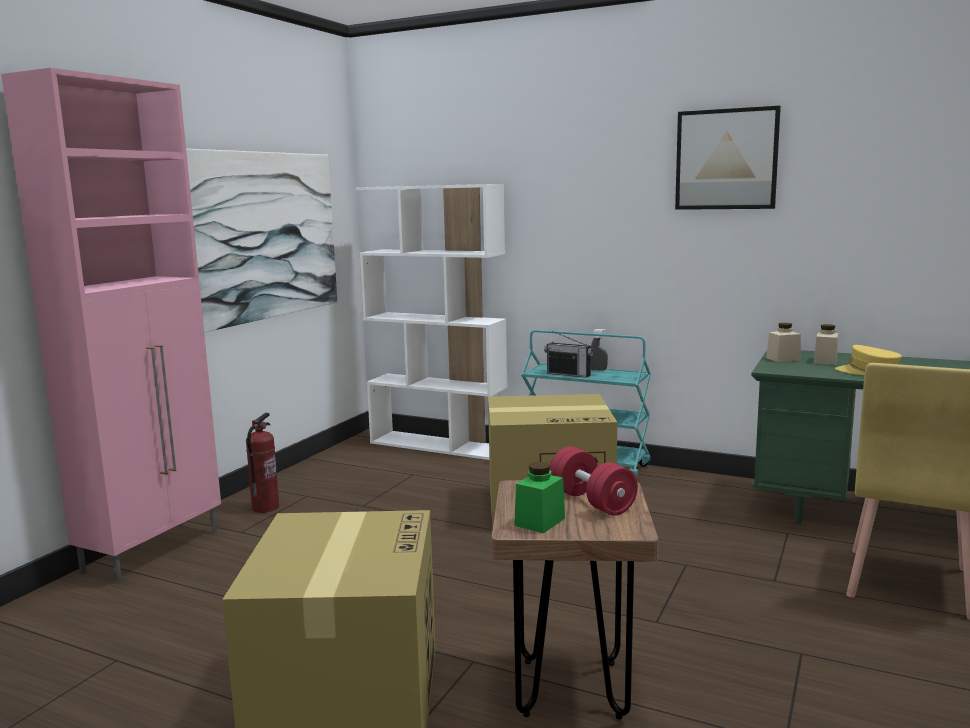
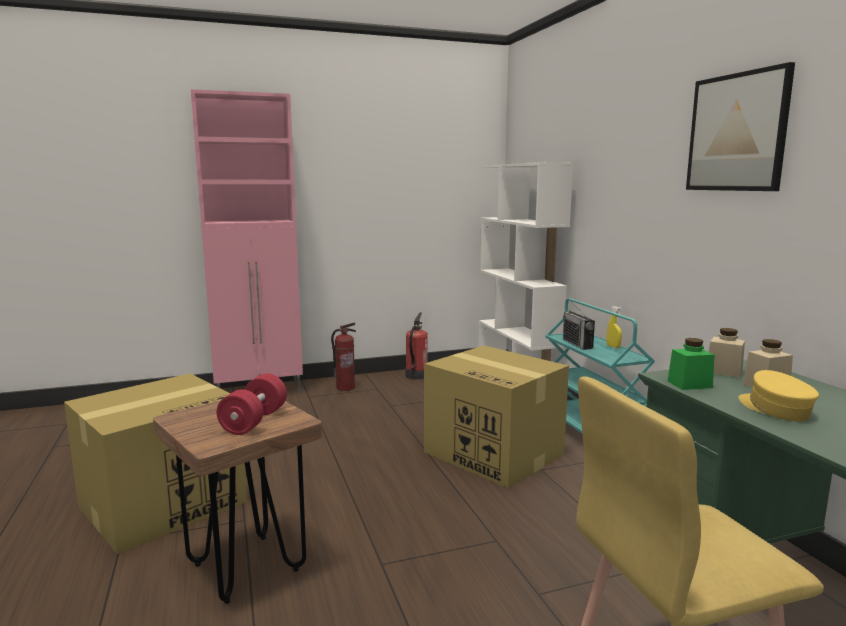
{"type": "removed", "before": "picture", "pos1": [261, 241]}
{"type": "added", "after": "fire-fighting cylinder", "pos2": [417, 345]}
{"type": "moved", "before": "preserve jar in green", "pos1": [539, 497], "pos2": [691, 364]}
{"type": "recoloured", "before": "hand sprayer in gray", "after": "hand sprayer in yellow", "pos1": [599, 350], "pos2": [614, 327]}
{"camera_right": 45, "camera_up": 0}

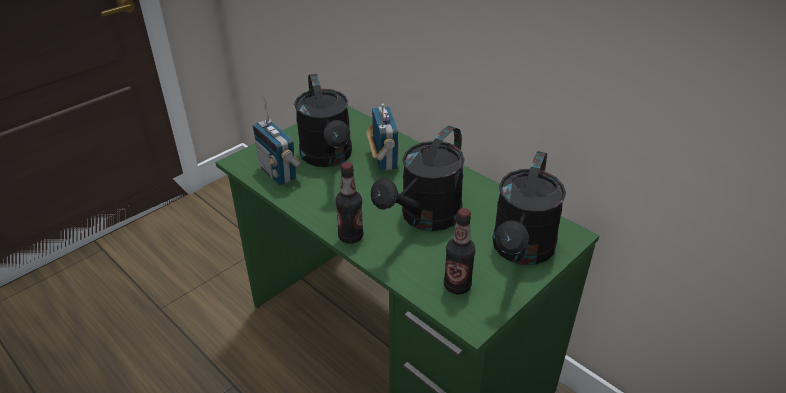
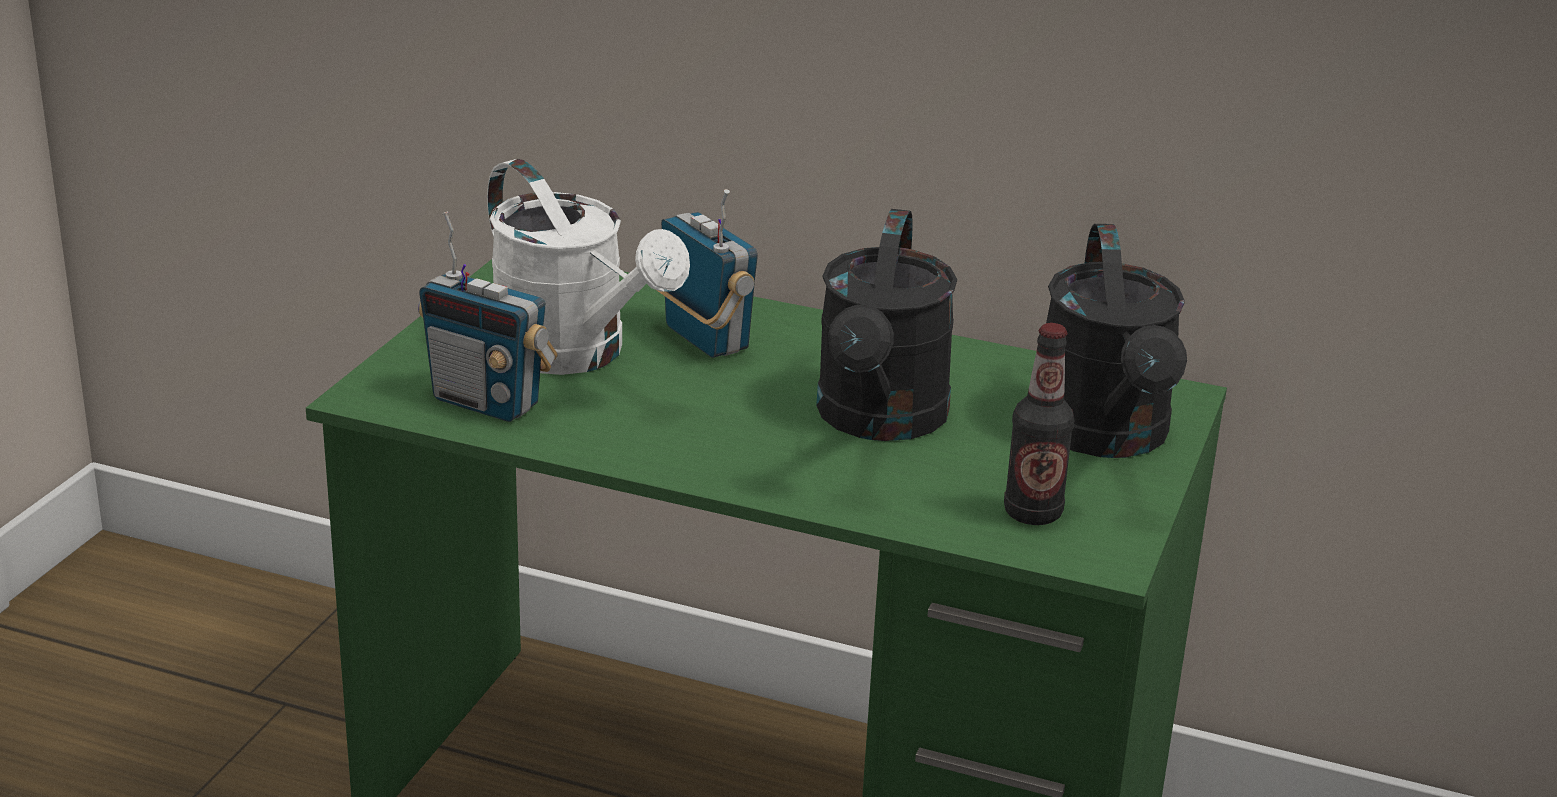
{"type": "removed", "before": "beverage bottle", "pos1": [349, 203]}
{"type": "recoloured", "before": "sprinkling can in black-coloured", "after": "sprinkling can in white-coloured", "pos1": [323, 120], "pos2": [588, 267]}
{"camera_right": -25, "camera_up": -10}

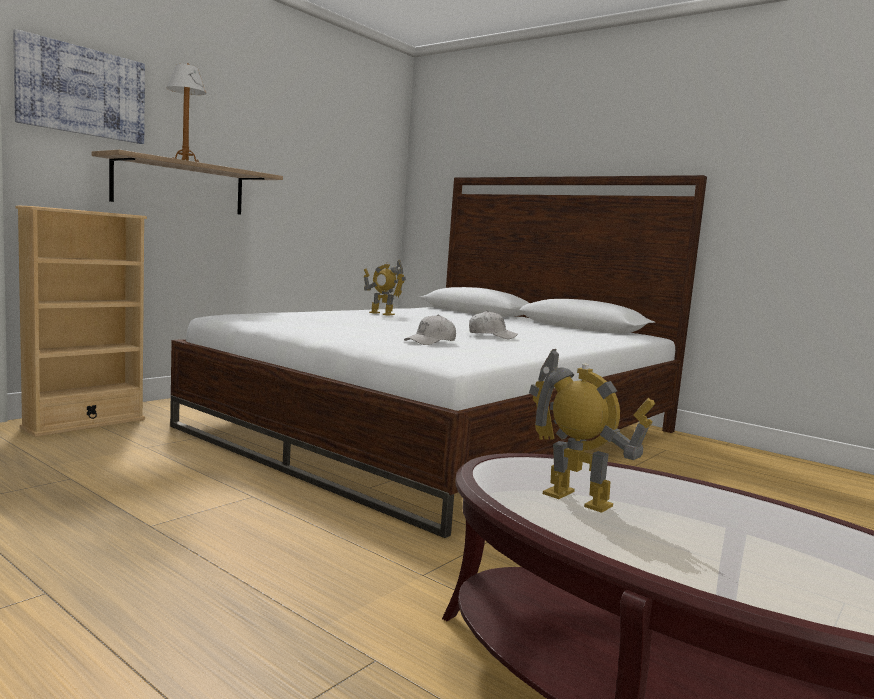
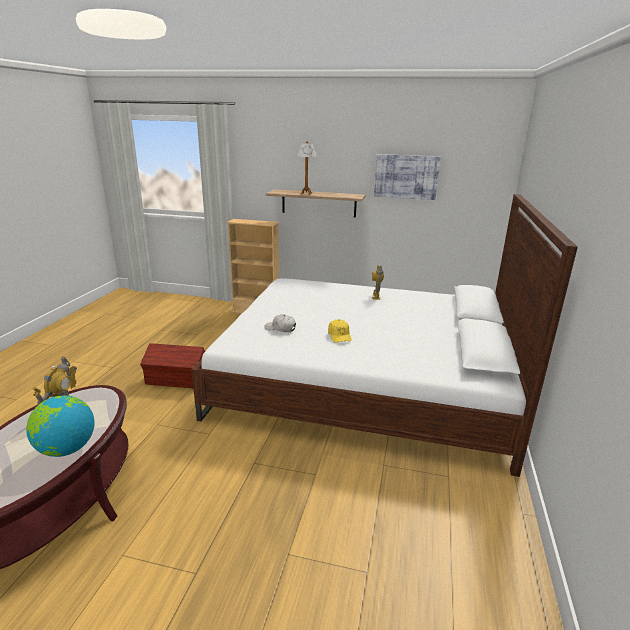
{"type": "added", "after": "desk globe", "pos2": [60, 426]}
{"type": "added", "after": "storage box in brown", "pos2": [172, 365]}
{"type": "moved", "before": "picture", "pos1": [79, 86], "pos2": [407, 177]}
{"type": "recoloured", "before": "peaked cap in white-coloured", "after": "peaked cap in yellow", "pos1": [493, 325], "pos2": [340, 331]}
{"camera_right": 65, "camera_up": 15}

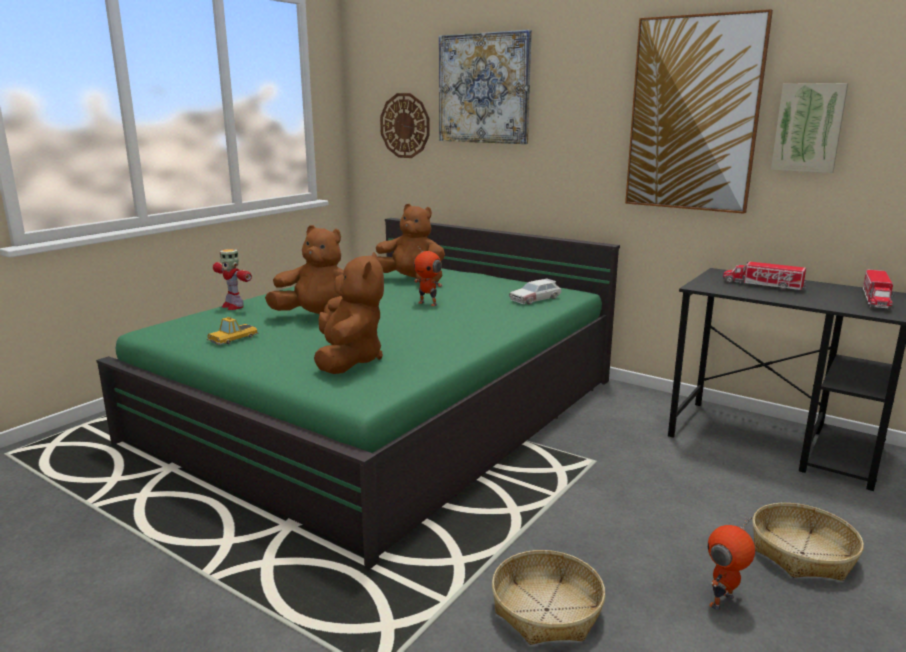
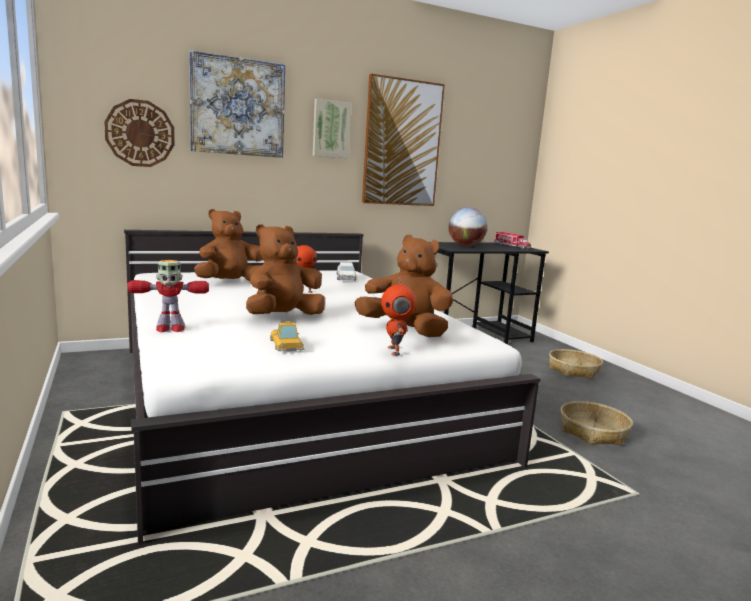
{"type": "moved", "before": "toy robot", "pos1": [731, 563], "pos2": [398, 316]}
{"type": "moved", "before": "picture", "pos1": [809, 128], "pos2": [332, 128]}
{"type": "replaced", "before": "toy truck", "after": "desk globe", "pos1": [764, 275], "pos2": [468, 226]}
{"type": "recoloured", "before": "bed in green", "after": "bed in white-coloured", "pos1": [358, 394], "pos2": [332, 387]}
{"camera_right": -60, "camera_up": -5}

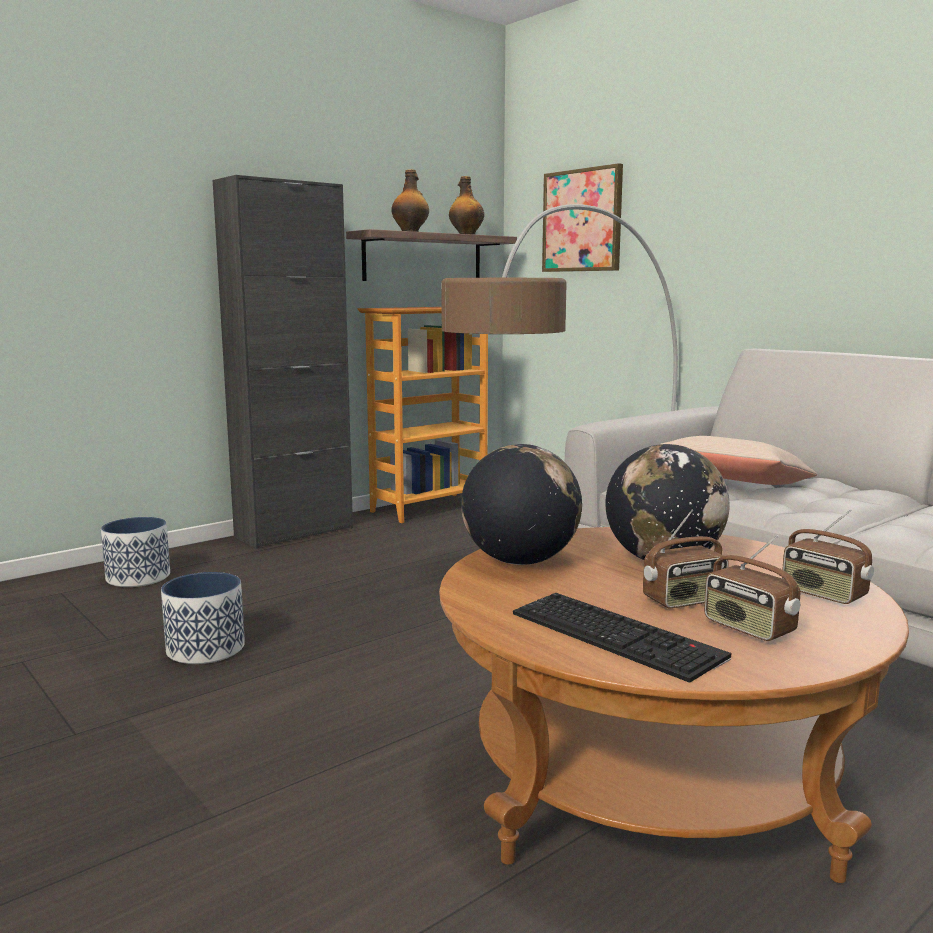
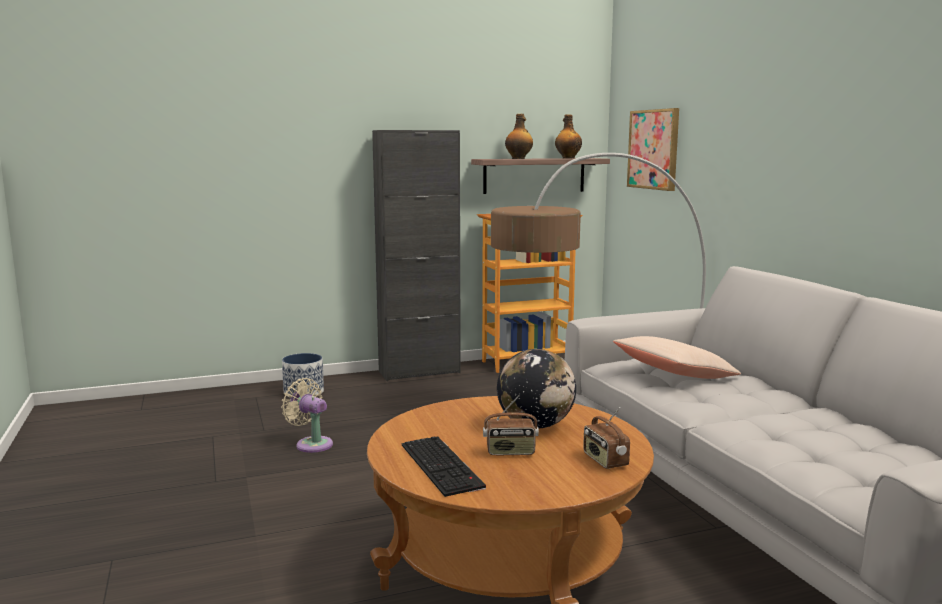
{"type": "removed", "before": "desk globe", "pos1": [521, 504]}
{"type": "removed", "before": "radio set", "pos1": [752, 588]}
{"type": "replaced", "before": "plant pot", "after": "fan in beige", "pos1": [203, 618], "pos2": [307, 415]}
{"camera_right": 20, "camera_up": 0}

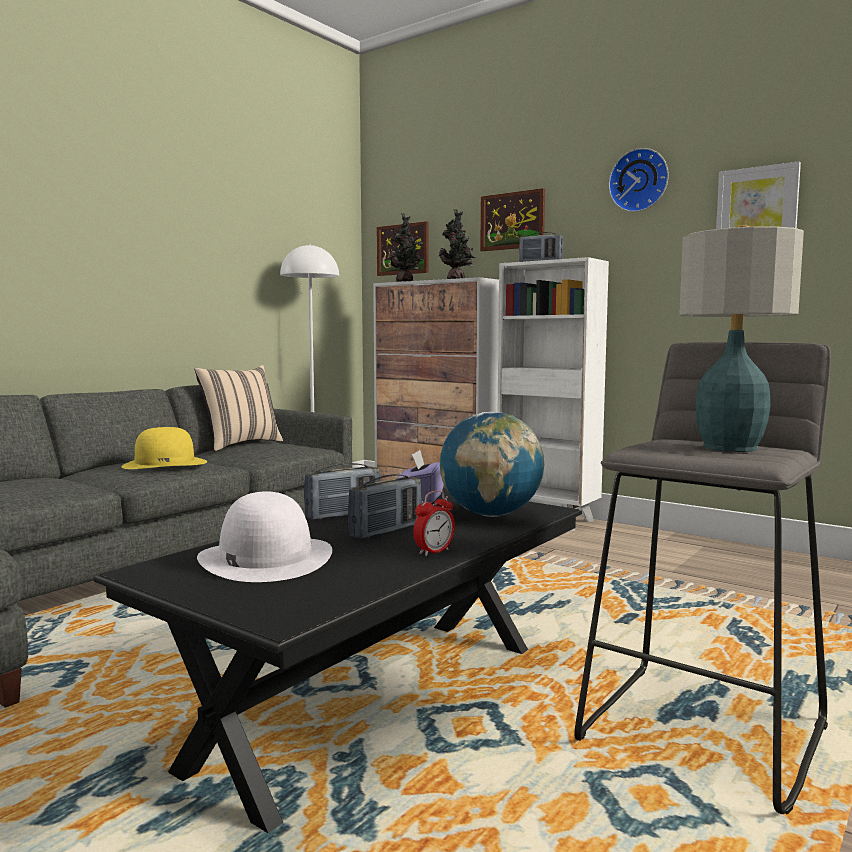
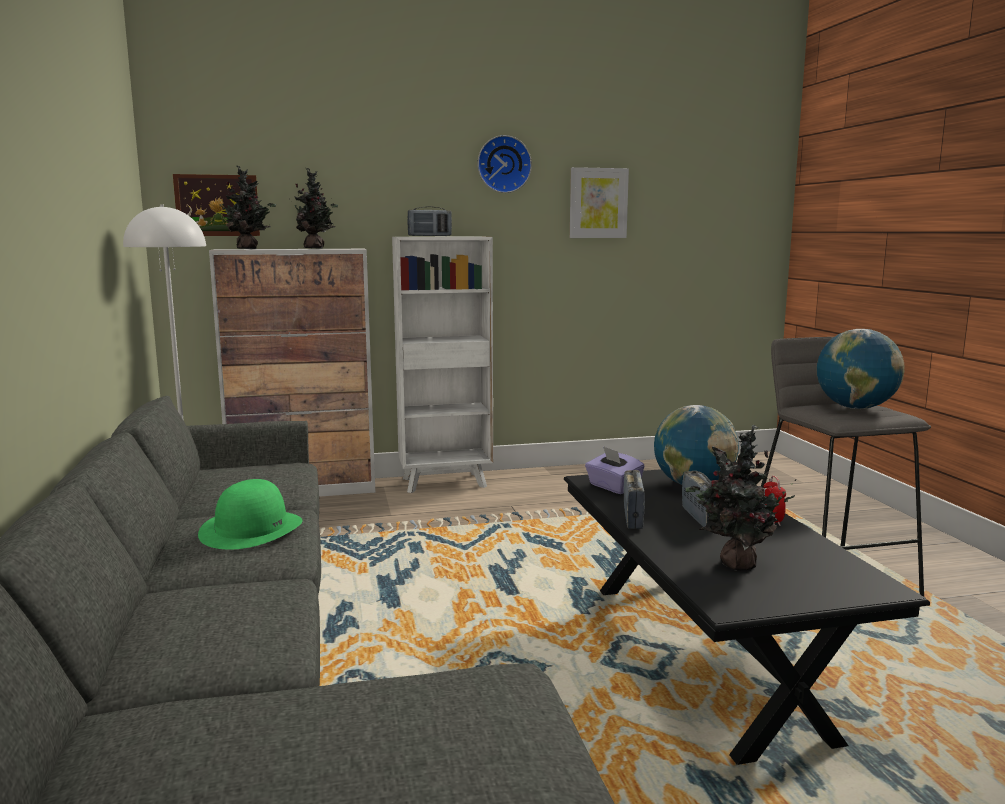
{"type": "removed", "before": "cushion in beige", "pos1": [238, 408]}
{"type": "removed", "before": "picture", "pos1": [512, 219]}
{"type": "replaced", "before": "clothing hat in white-coloured", "after": "houseplant", "pos1": [264, 536], "pos2": [740, 498]}
{"type": "replaced", "before": "lamp for a table", "after": "desk globe", "pos1": [741, 338], "pos2": [860, 369]}
{"type": "recoloured", "before": "clothing hat in yellow", "after": "clothing hat in green", "pos1": [164, 448], "pos2": [250, 514]}
{"camera_right": -50, "camera_up": 5}

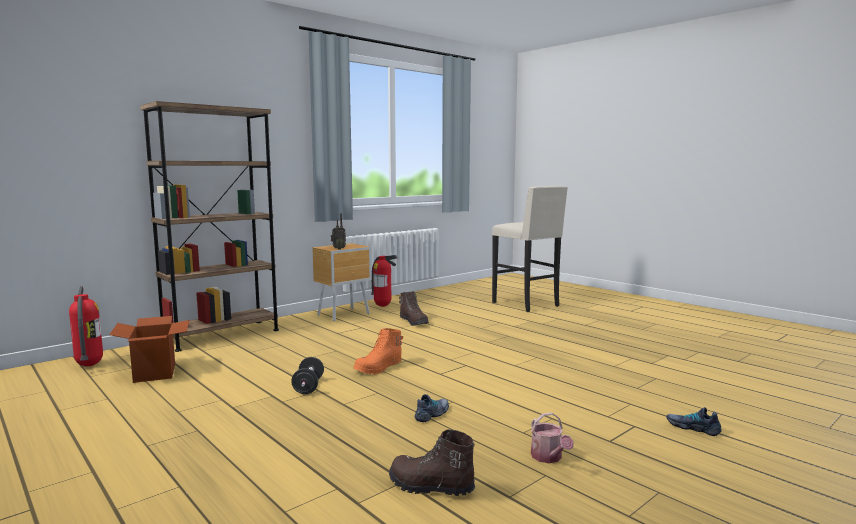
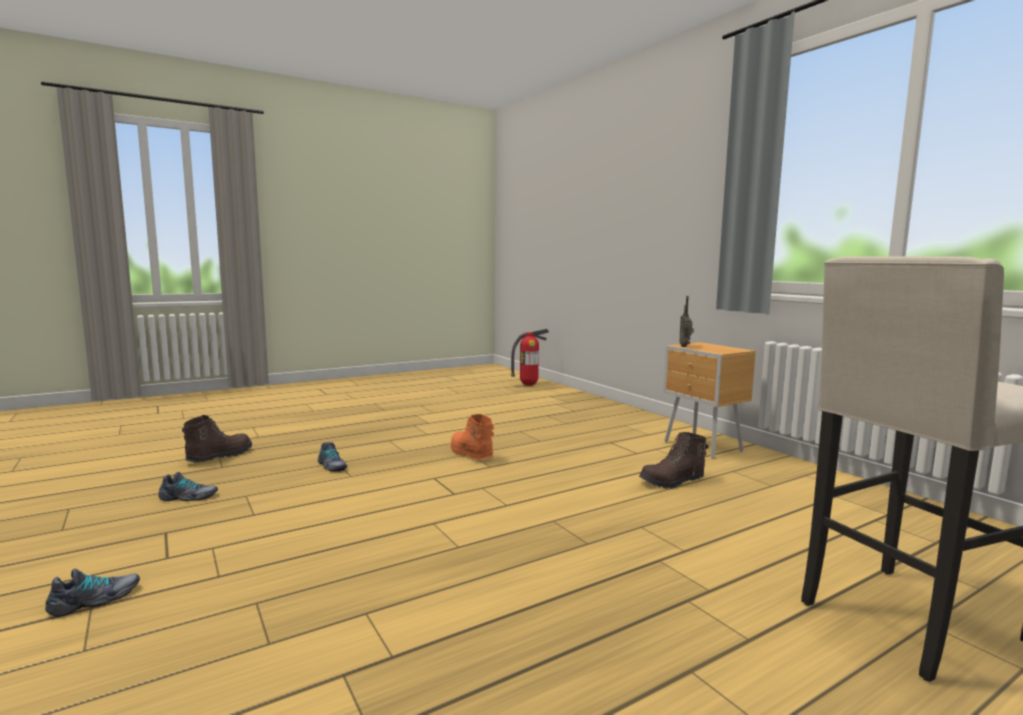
{"type": "removed", "before": "cardboard box", "pos1": [149, 349]}
{"type": "removed", "before": "shelving unit in brown", "pos1": [209, 226]}
{"type": "removed", "before": "free weight in black-coloured", "pos1": [307, 375]}
{"type": "removed", "before": "fire-fighting cylinder", "pos1": [384, 281]}
{"type": "replaced", "before": "sprinkling can", "after": "shoe", "pos1": [552, 437], "pos2": [188, 486]}
{"camera_right": 100, "camera_up": 0}

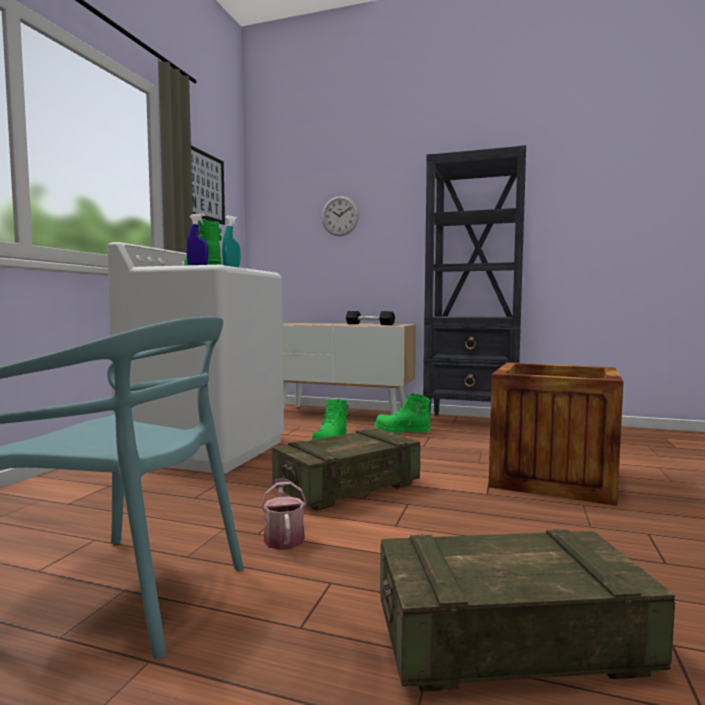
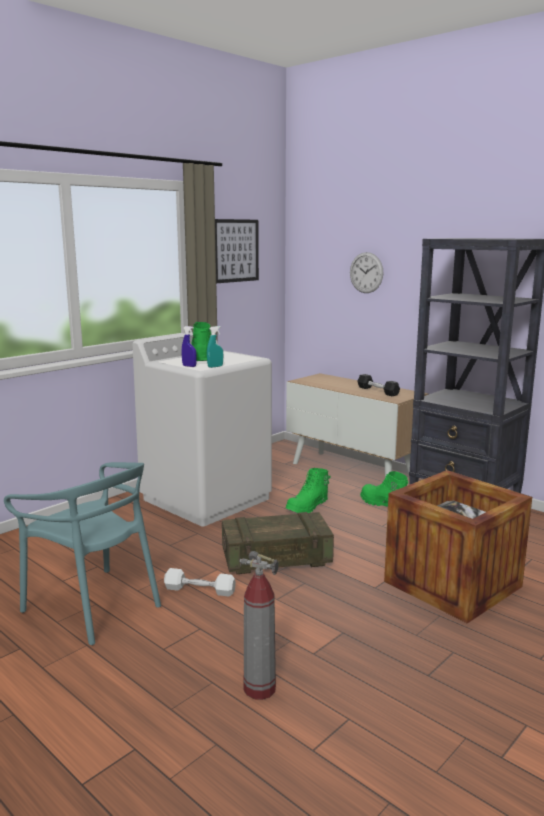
{"type": "replaced", "before": "sprinkling can", "after": "free weight in white-coloured", "pos1": [284, 514], "pos2": [200, 582]}
{"type": "replaced", "before": "crate", "after": "fire-fighting cylinder", "pos1": [527, 610], "pos2": [259, 625]}
{"camera_right": 25, "camera_up": 10}

